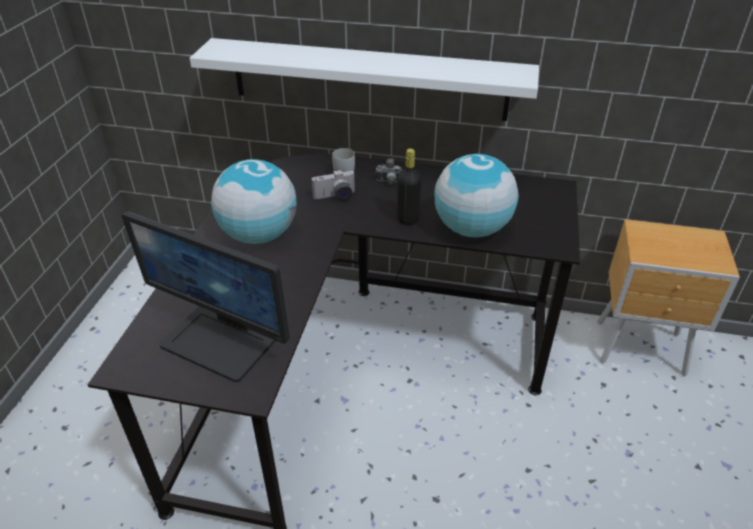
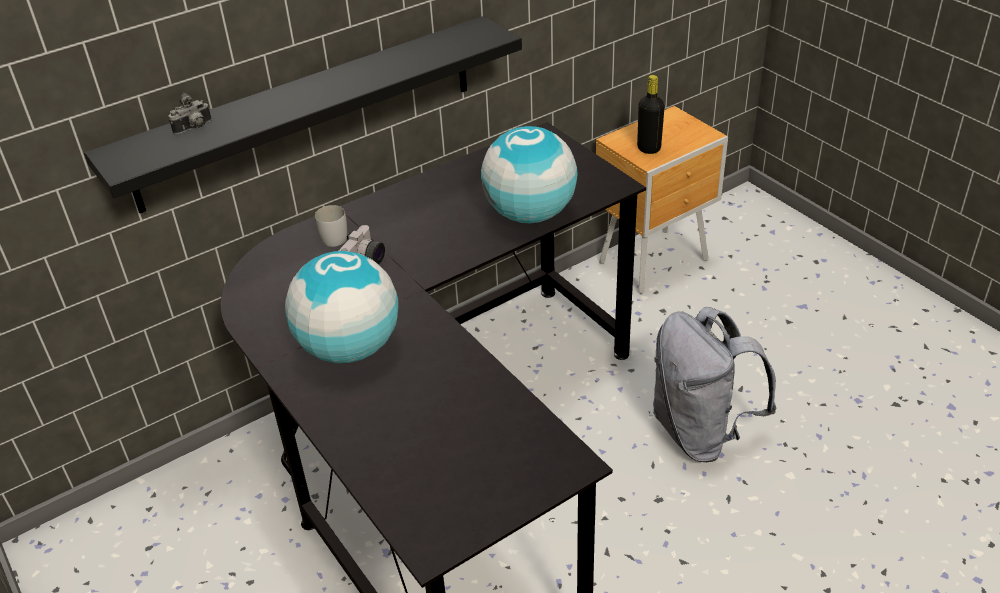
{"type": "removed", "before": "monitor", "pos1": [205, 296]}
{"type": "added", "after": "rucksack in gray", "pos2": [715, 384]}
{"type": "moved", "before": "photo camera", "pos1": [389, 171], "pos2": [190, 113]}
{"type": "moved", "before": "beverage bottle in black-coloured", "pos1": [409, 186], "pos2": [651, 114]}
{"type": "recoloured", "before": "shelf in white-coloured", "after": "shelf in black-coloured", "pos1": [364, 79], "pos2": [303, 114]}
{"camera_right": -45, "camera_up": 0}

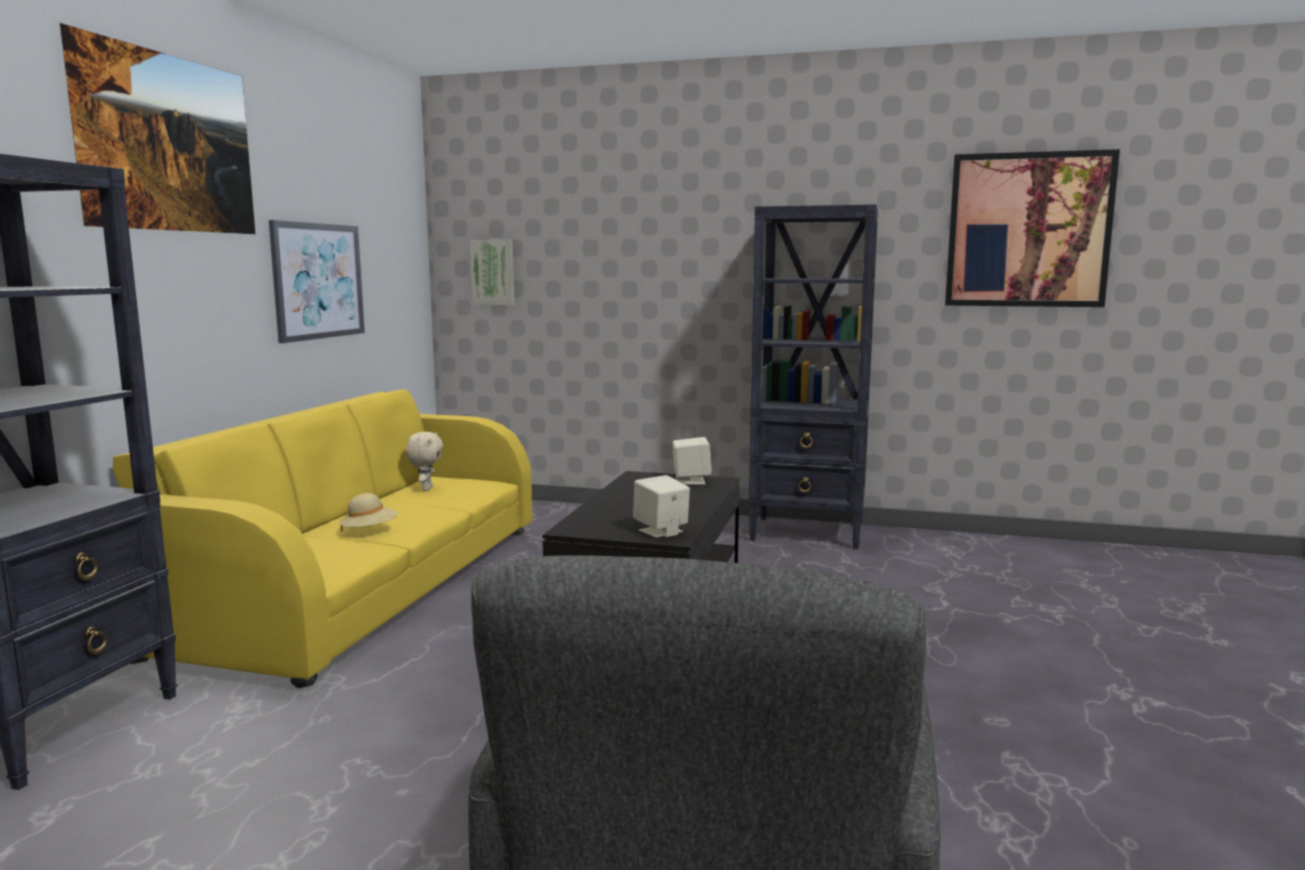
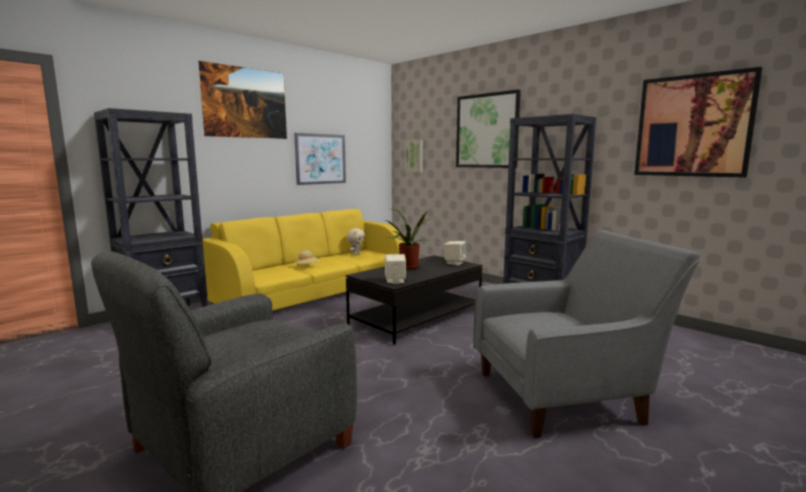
{"type": "added", "after": "houseplant", "pos2": [408, 238]}
{"type": "added", "after": "picture", "pos2": [488, 128]}
{"type": "added", "after": "easy chair in gray", "pos2": [587, 334]}
{"camera_right": 30, "camera_up": 0}

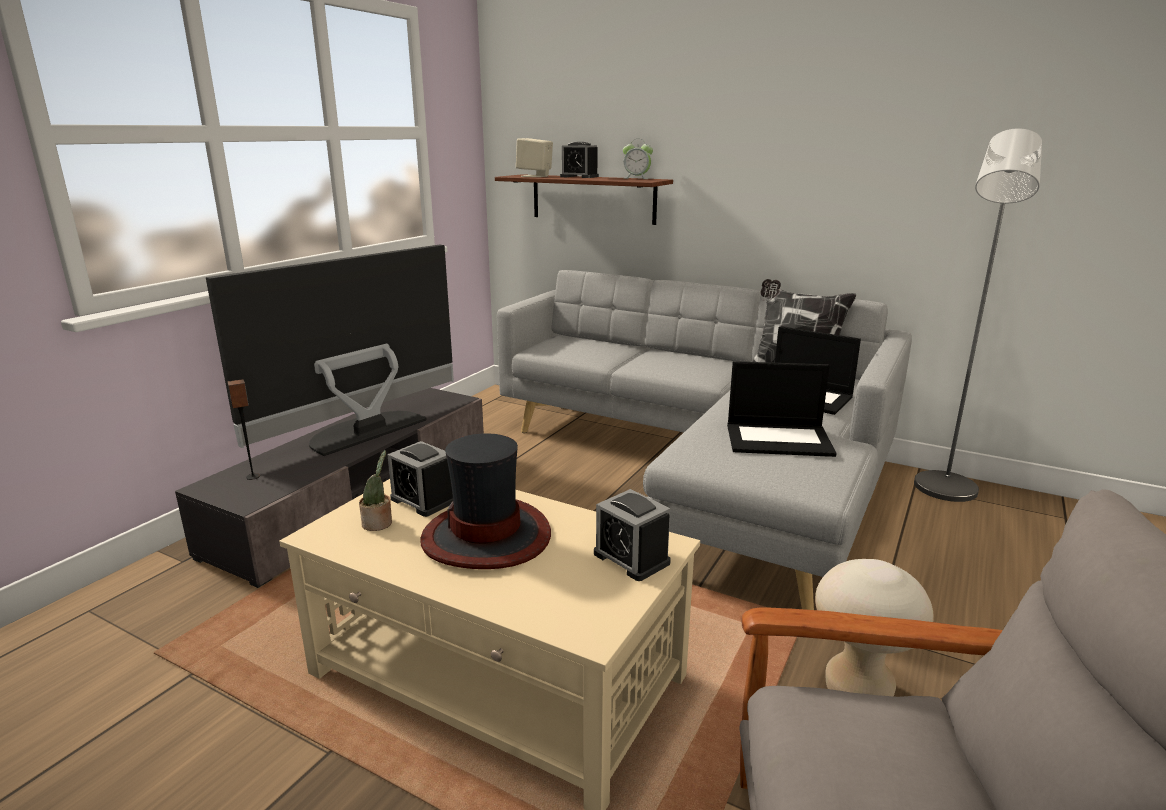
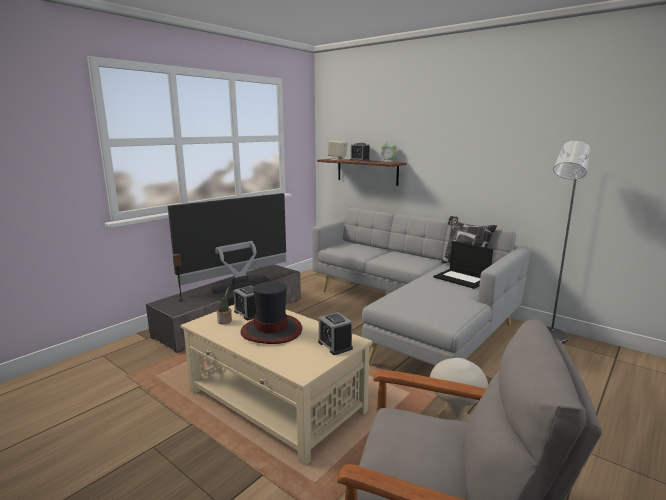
{"type": "removed", "before": "laptop", "pos1": [782, 409]}
{"camera_right": 10, "camera_up": -5}

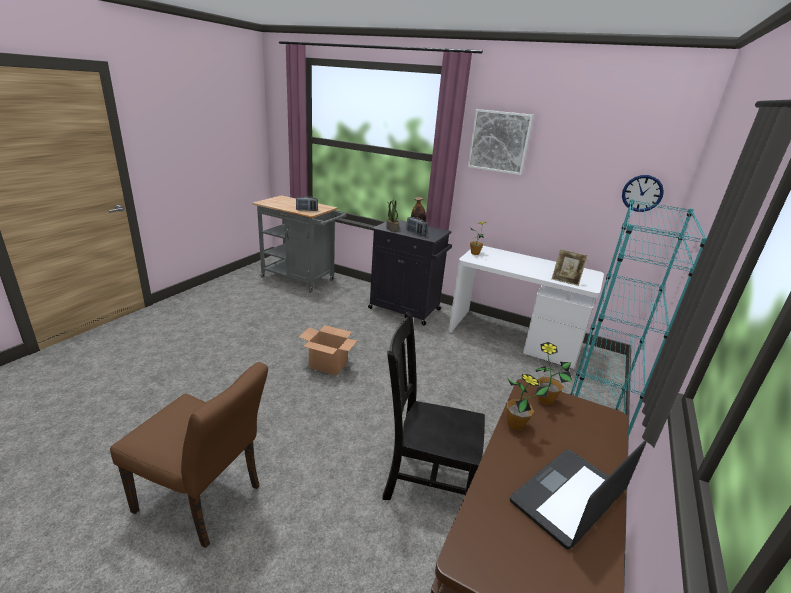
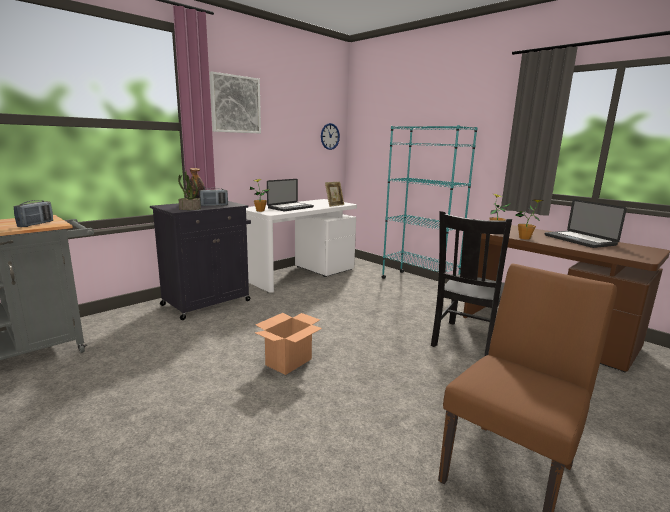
{"type": "added", "after": "laptop", "pos2": [290, 195]}
{"camera_right": -70, "camera_up": -10}

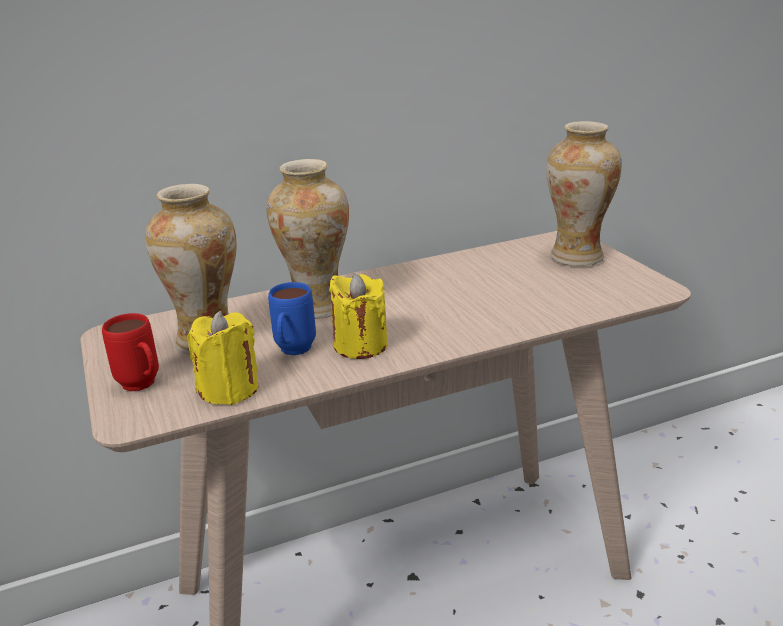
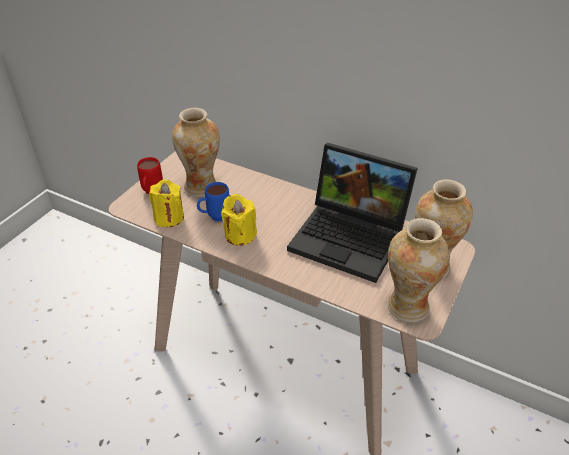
{"type": "added", "after": "laptop", "pos2": [352, 213]}
{"type": "moved", "before": "decorative vase", "pos1": [307, 239], "pos2": [418, 270]}
{"camera_right": 50, "camera_up": 15}

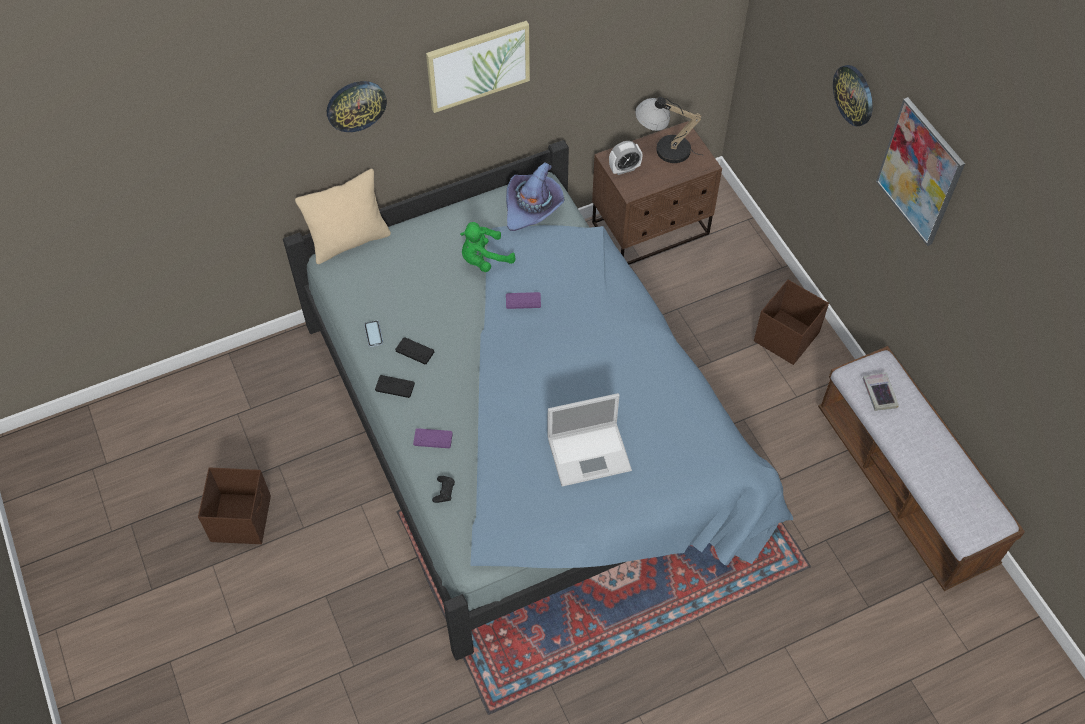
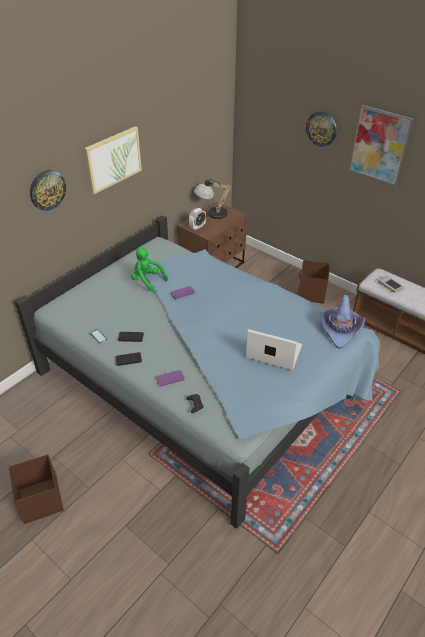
{"type": "removed", "before": "cushion in beige", "pos1": [343, 216]}
{"type": "moved", "before": "clothing hat in purple", "pos1": [535, 196], "pos2": [343, 322]}
{"type": "turned", "before": "soft toy in green", "pos1": [488, 247], "pos2": [149, 269], "turn": 90}
{"type": "turned", "before": "laptop", "pos1": [589, 440], "pos2": [274, 349], "turn": -120}
{"camera_right": -25, "camera_up": -15}

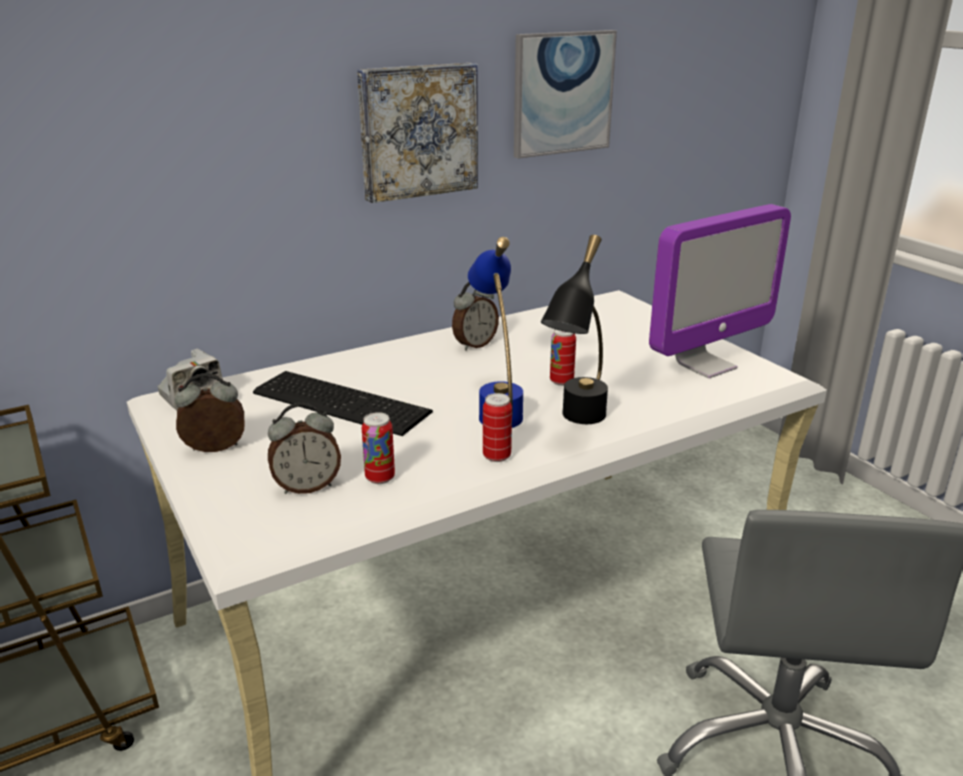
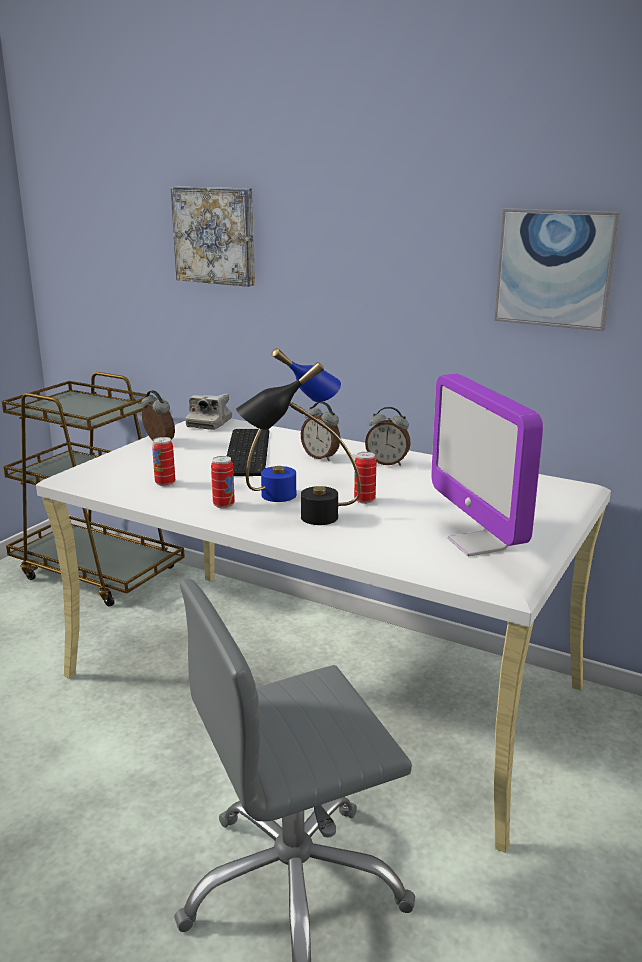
{"type": "moved", "before": "bedside clock", "pos1": [304, 448], "pos2": [320, 431]}
{"type": "moved", "before": "picture", "pos1": [417, 133], "pos2": [213, 236]}
{"type": "turned", "before": "monitor", "pos1": [720, 291], "pos2": [487, 465], "turn": 45}
{"camera_right": 60, "camera_up": -5}

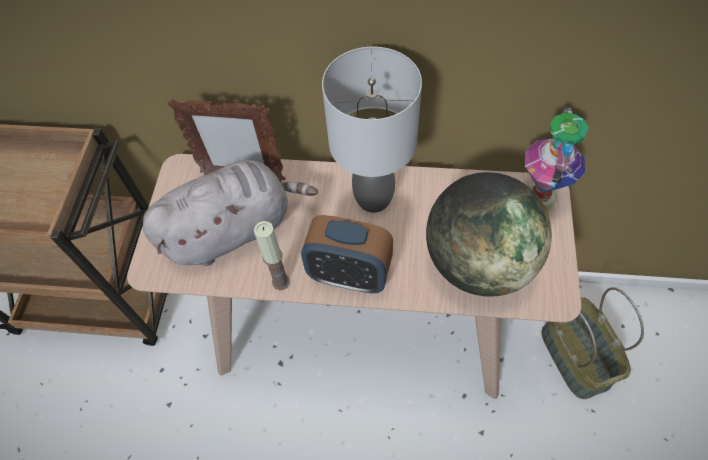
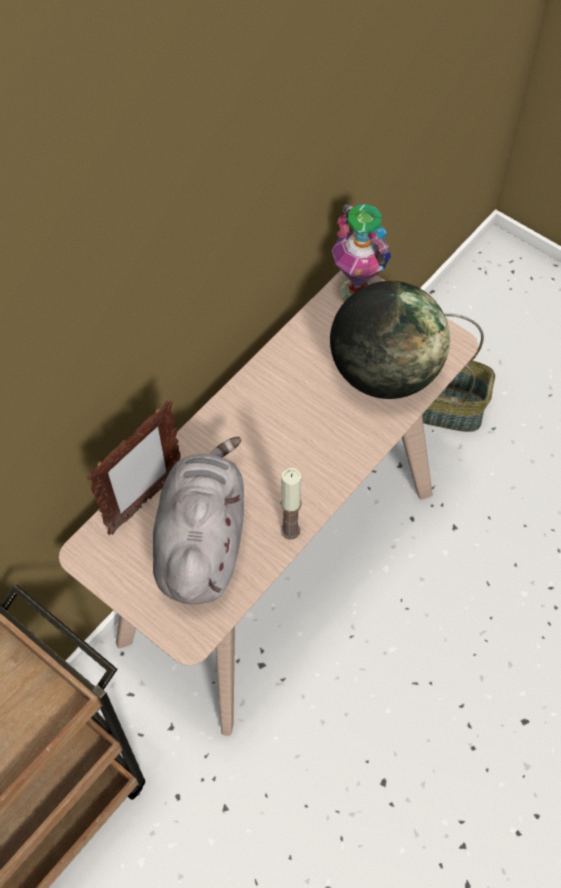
{"type": "removed", "before": "bedside clock", "pos1": [347, 254]}
{"type": "removed", "before": "lamp for a table in gray", "pos1": [372, 130]}
{"camera_right": -60, "camera_up": 0}

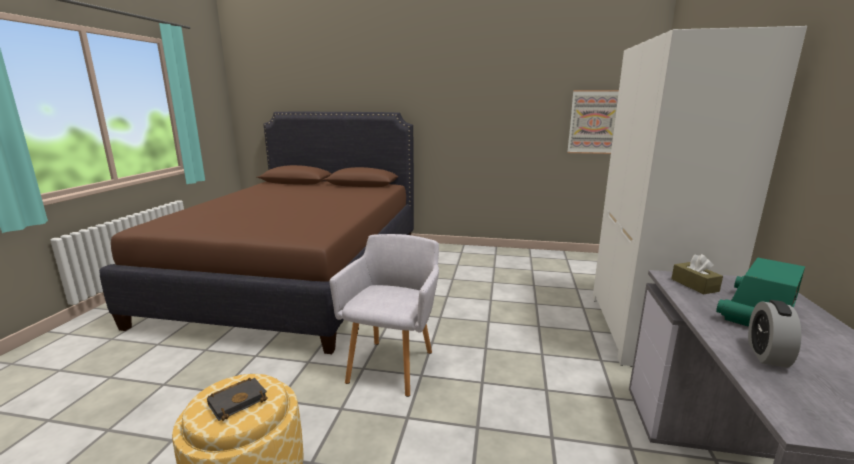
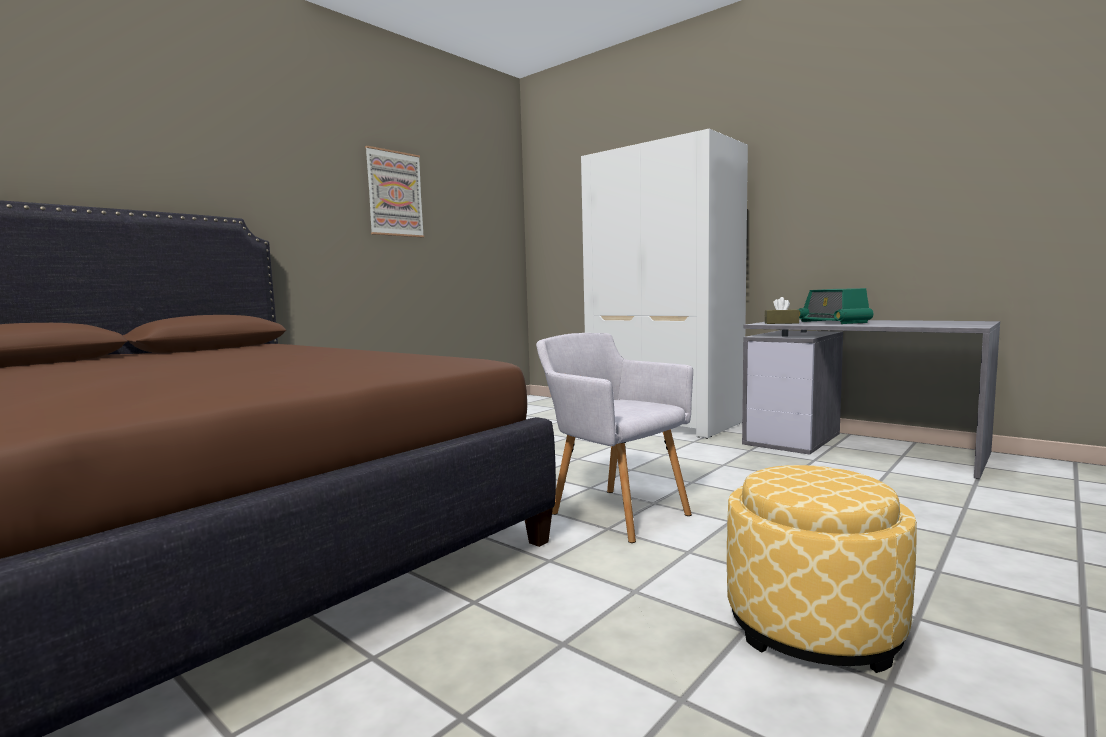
{"type": "removed", "before": "volume in black-coloured", "pos1": [237, 399]}
{"type": "removed", "before": "bedside clock", "pos1": [775, 334]}
{"type": "moved", "before": "picture", "pos1": [593, 122], "pos2": [394, 191]}
{"camera_right": -60, "camera_up": -10}

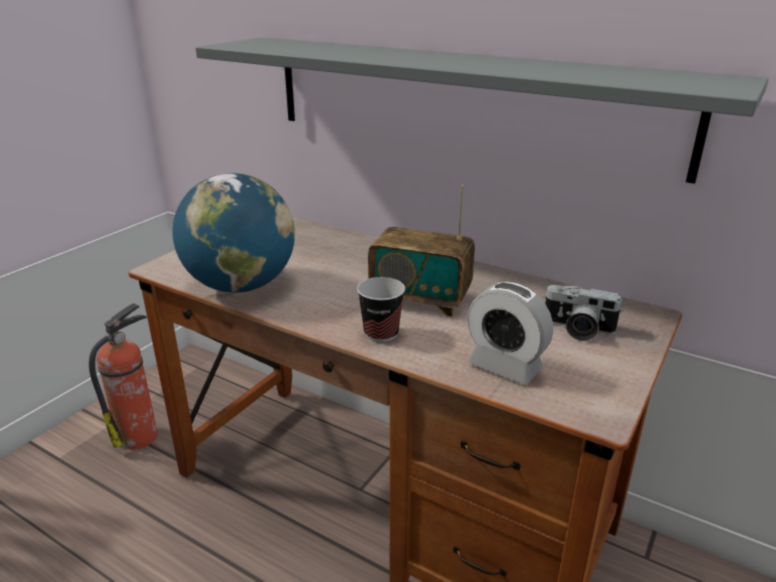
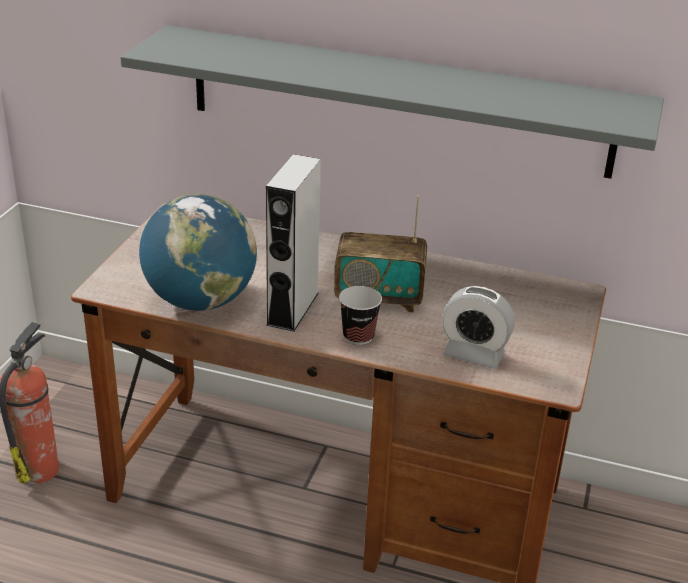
{"type": "removed", "before": "photo camera", "pos1": [583, 313]}
{"type": "added", "after": "speaker in gray", "pos2": [293, 243]}
{"camera_right": -15, "camera_up": 5}

